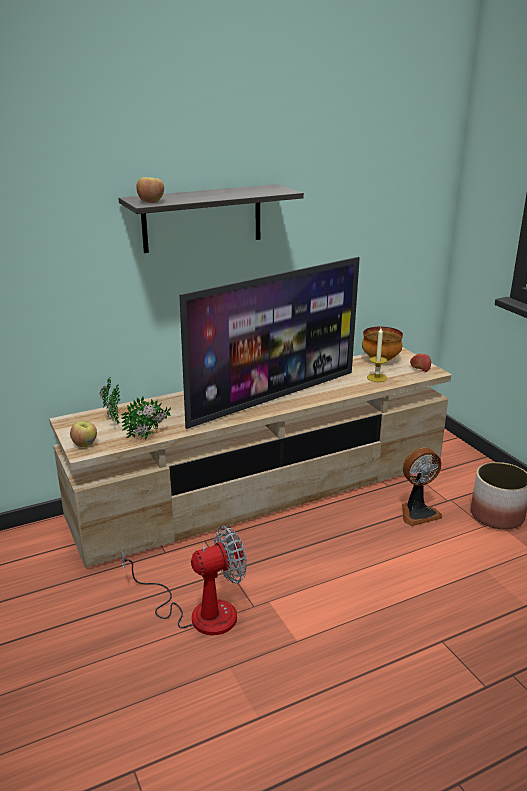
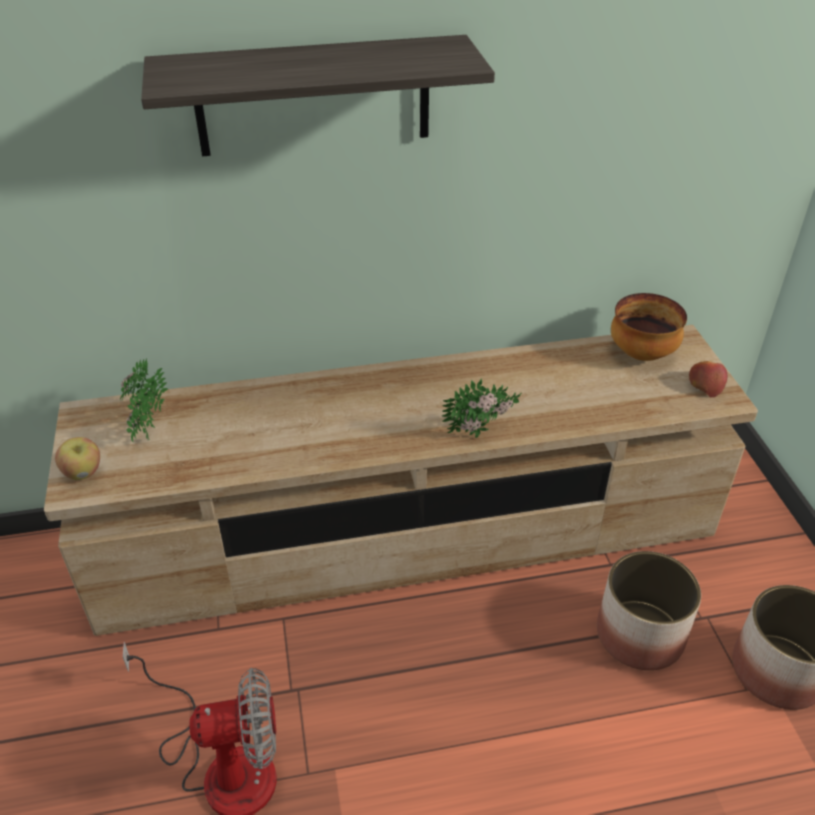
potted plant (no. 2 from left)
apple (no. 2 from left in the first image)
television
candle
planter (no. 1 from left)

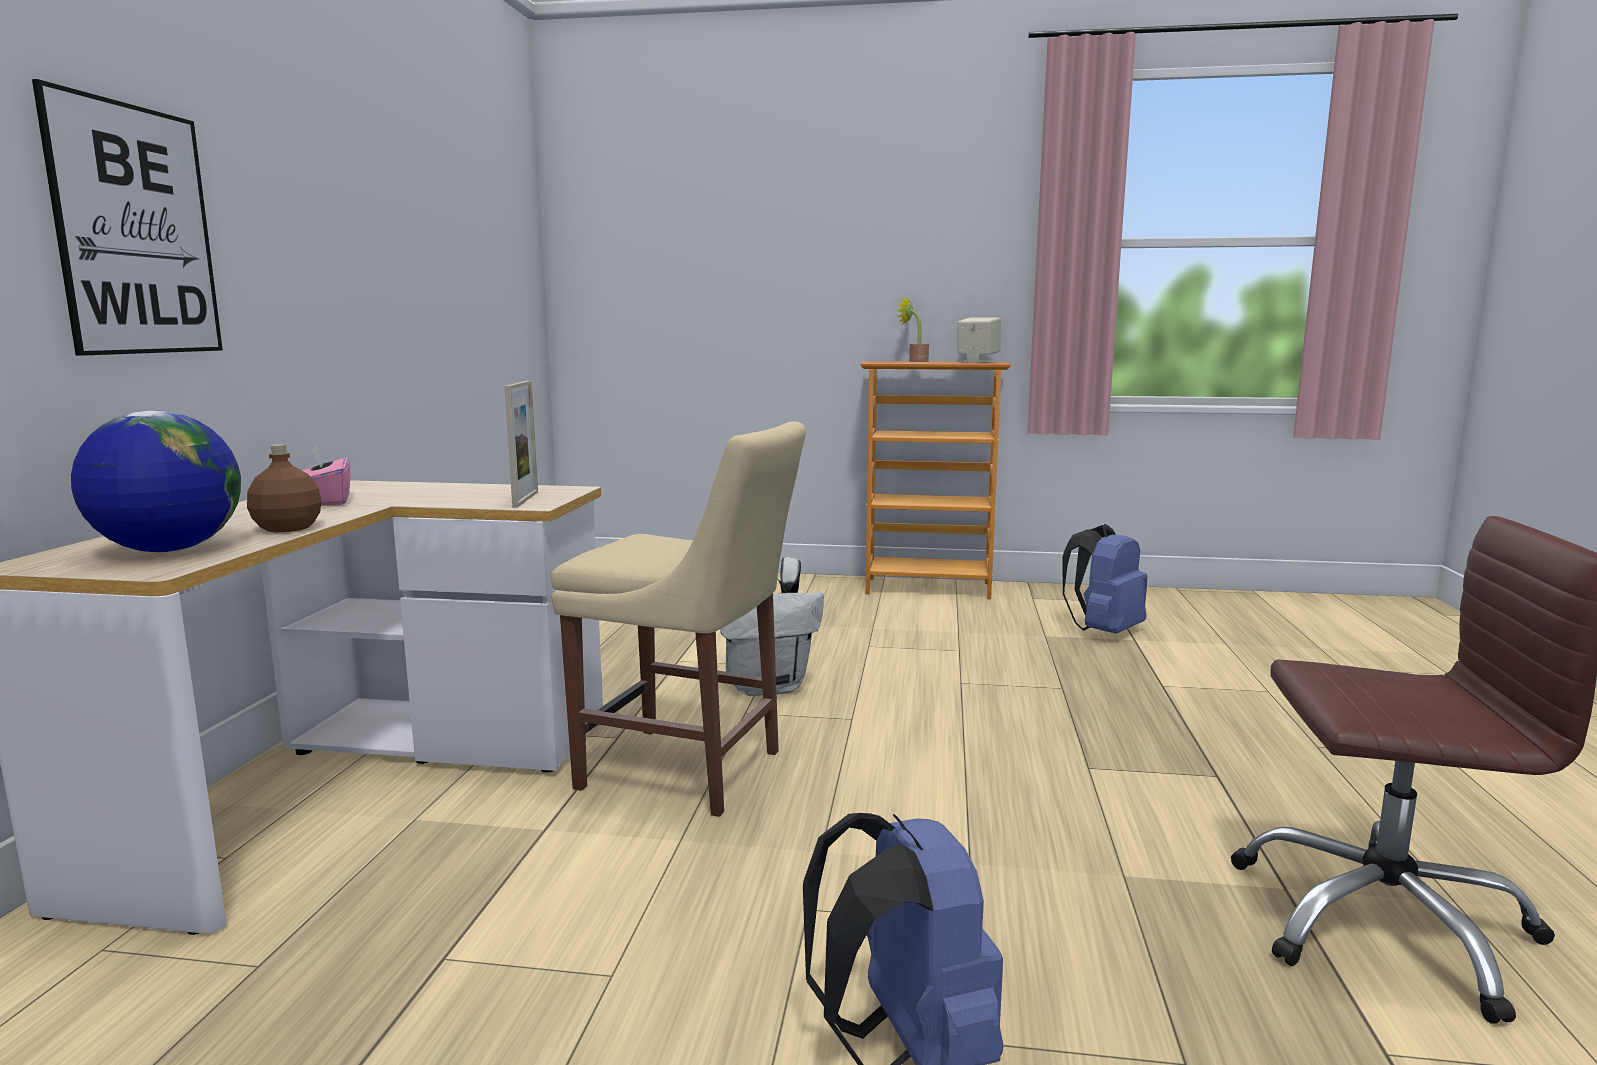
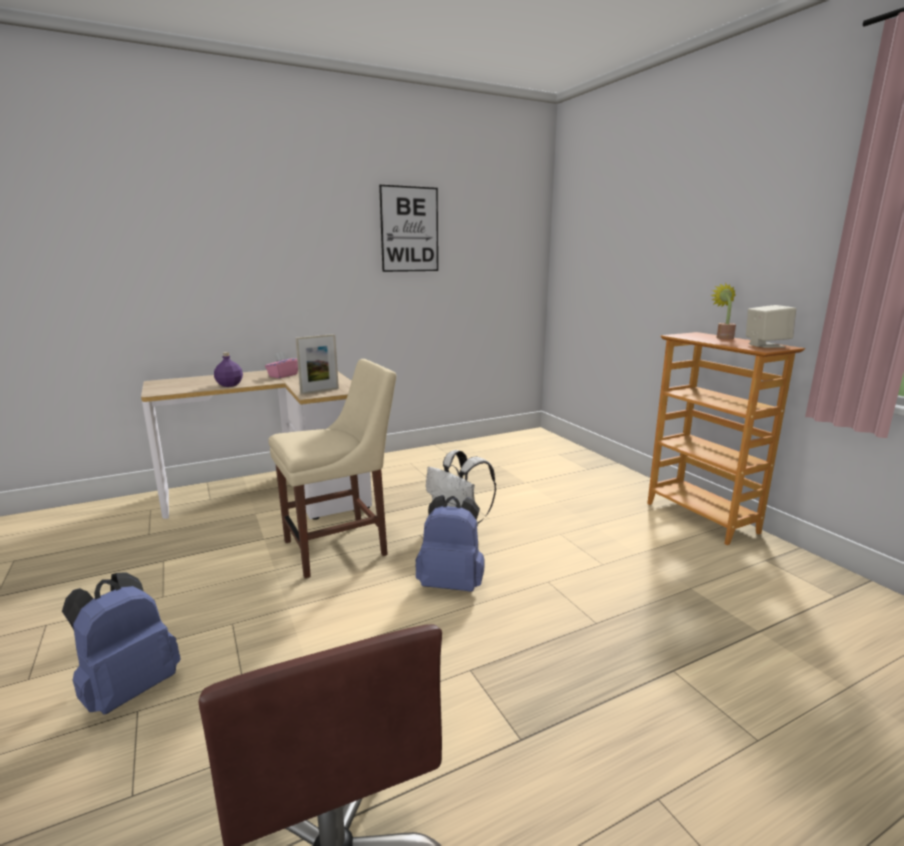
picture
globe
purple bottle
beige chair
blue backpack (no. 2 from left)

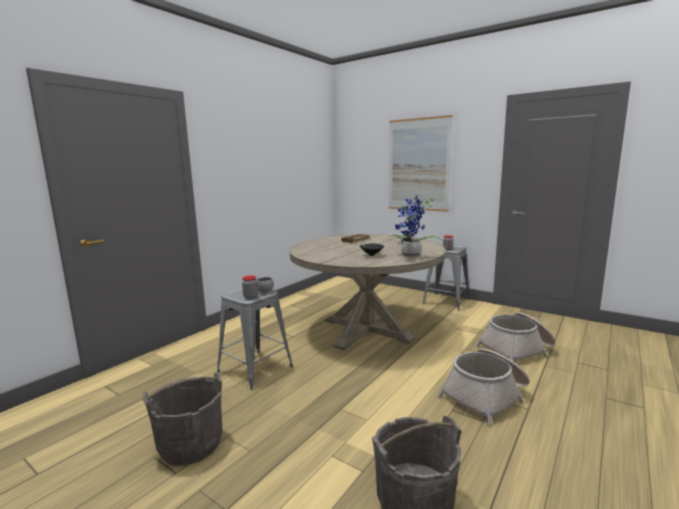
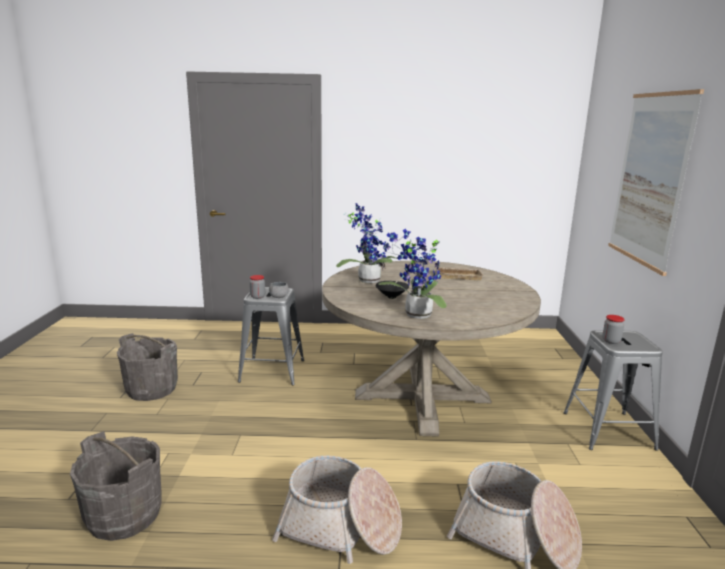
potted plant (no. 1 from left)

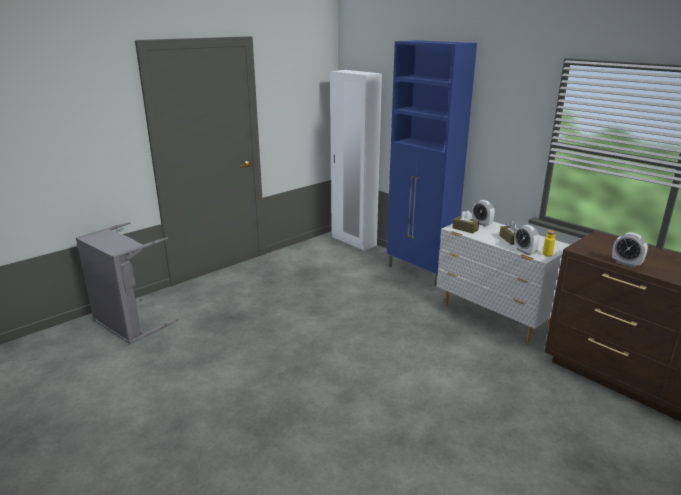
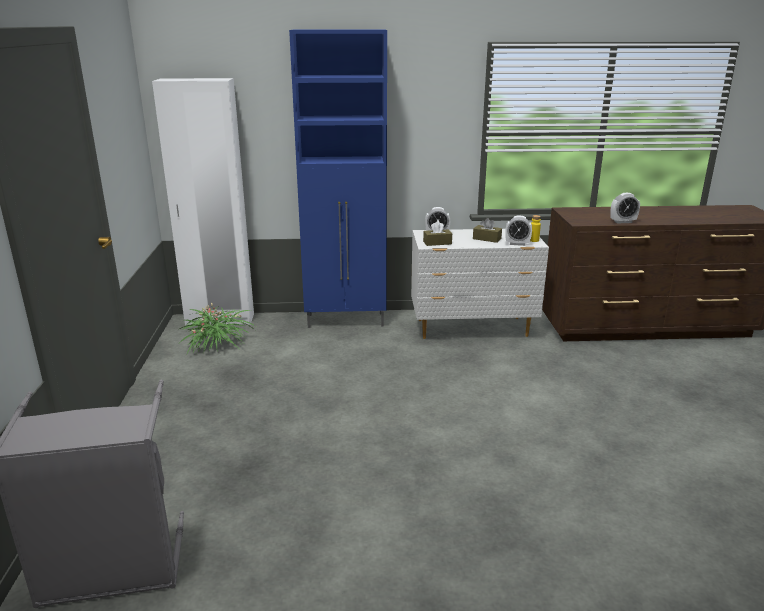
potted plant

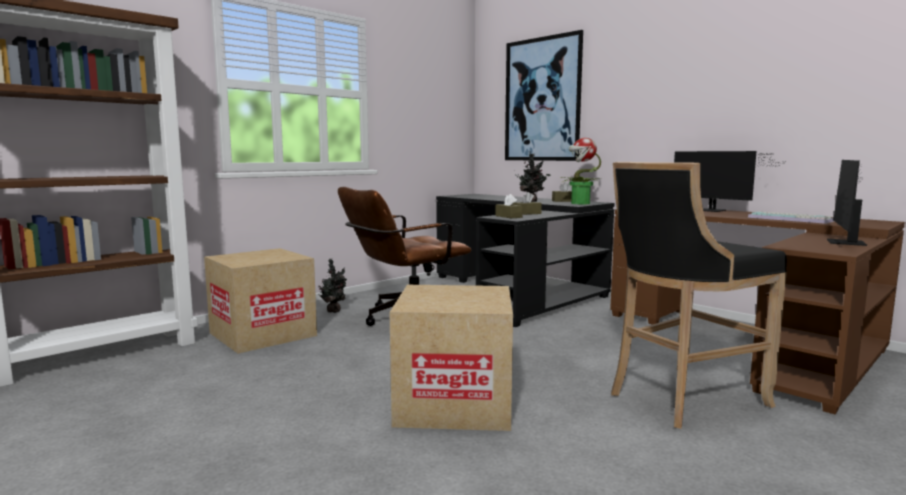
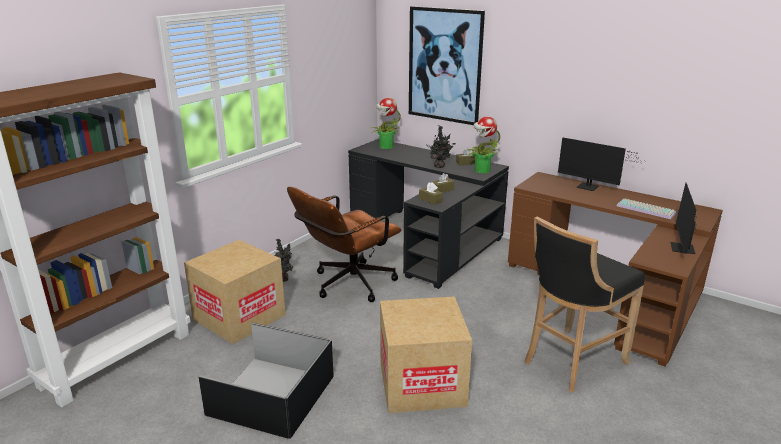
black storage box
potted plant (no. 2 from left)

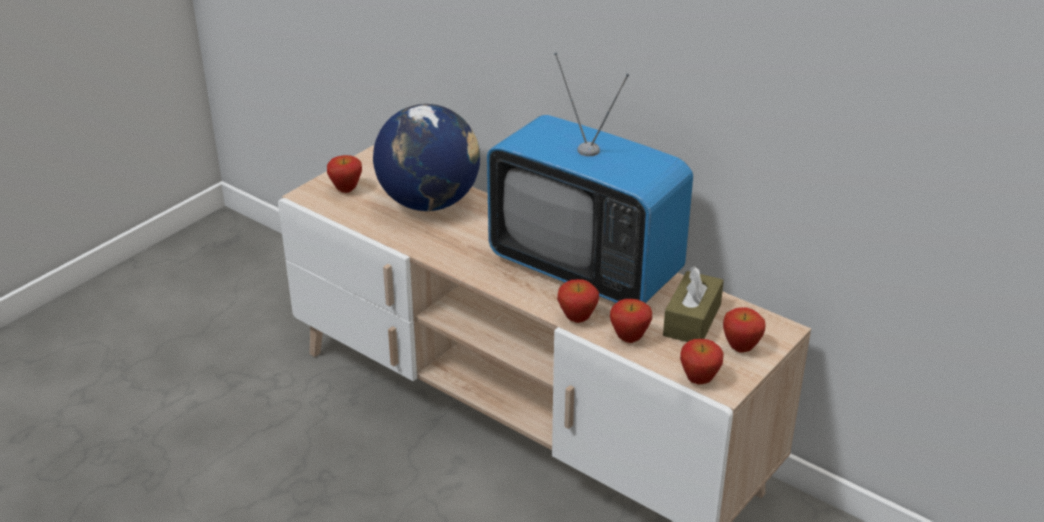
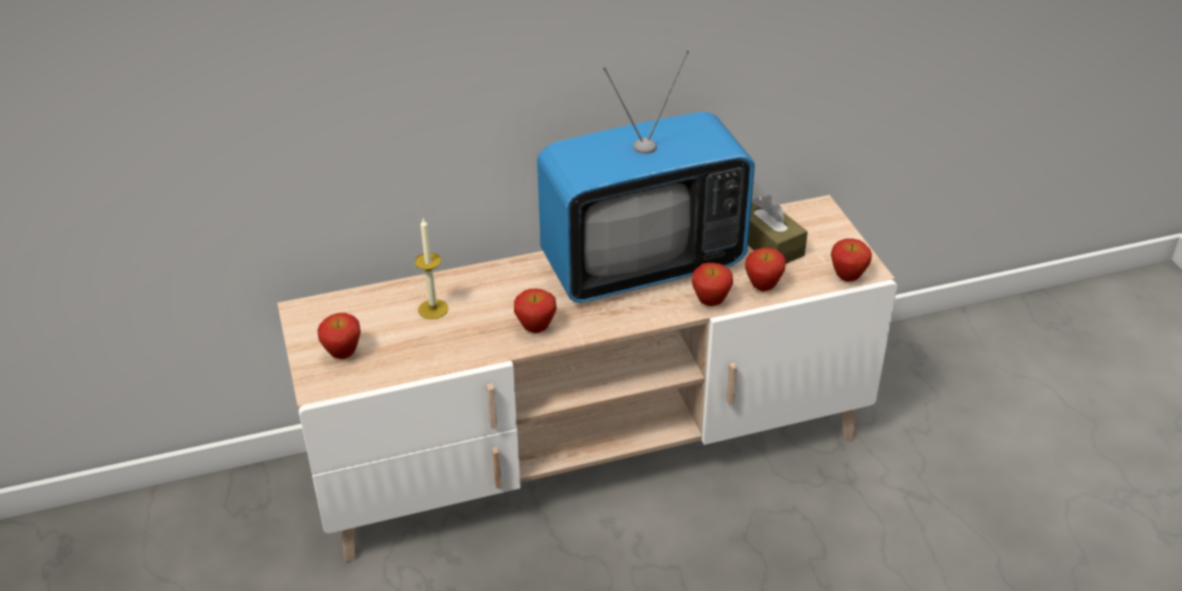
candle
apple (no. 2 from left)

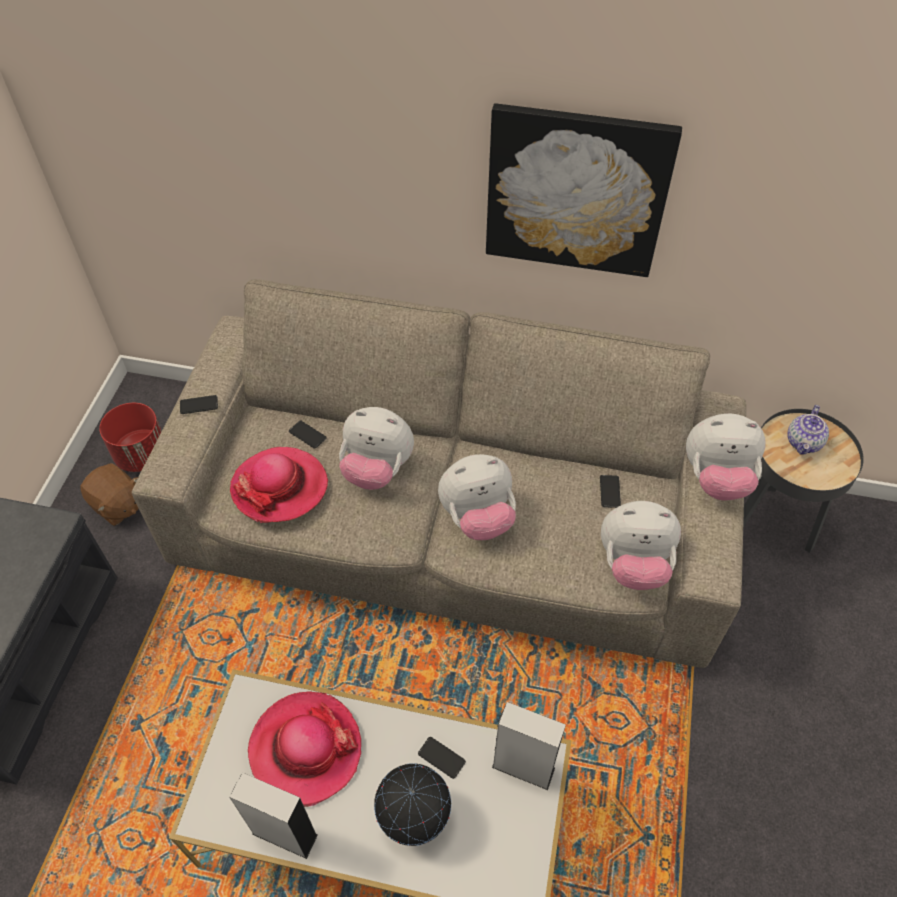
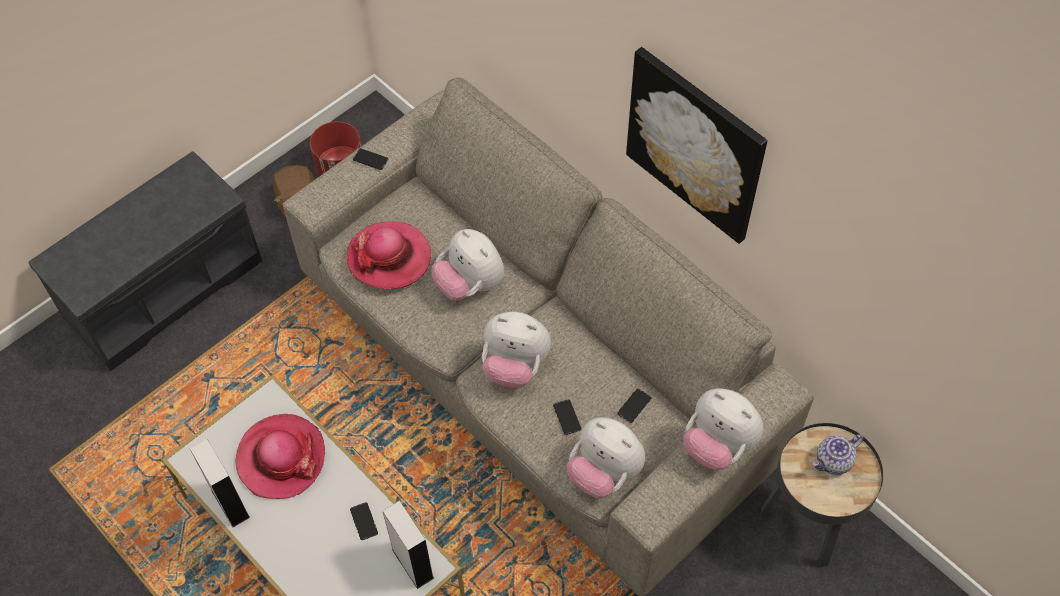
phone (no. 3 from left)
globe

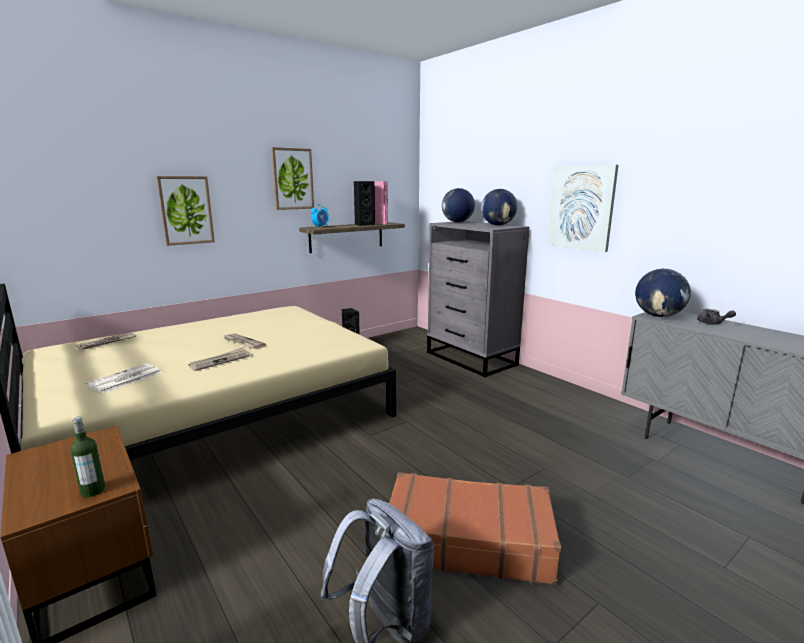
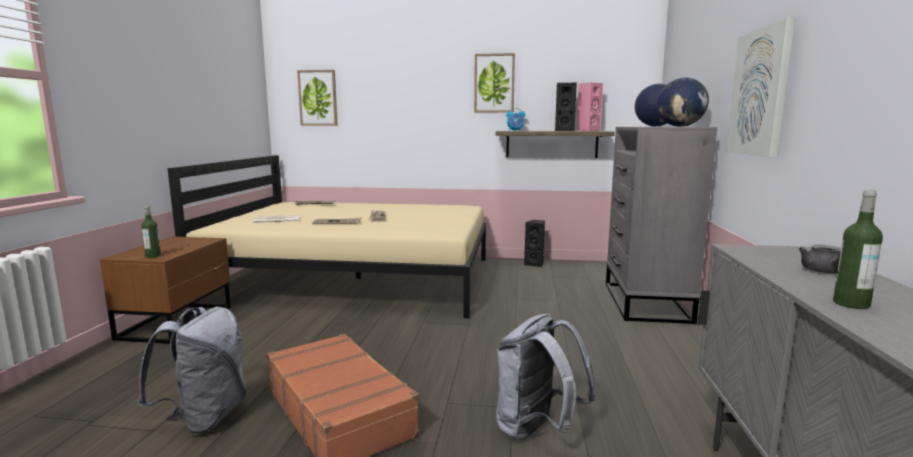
picture (no. 1 from left)
globe (no. 3 from left in the first image)
grey backpack (no. 2 from left)
bottle (no. 2 from left)

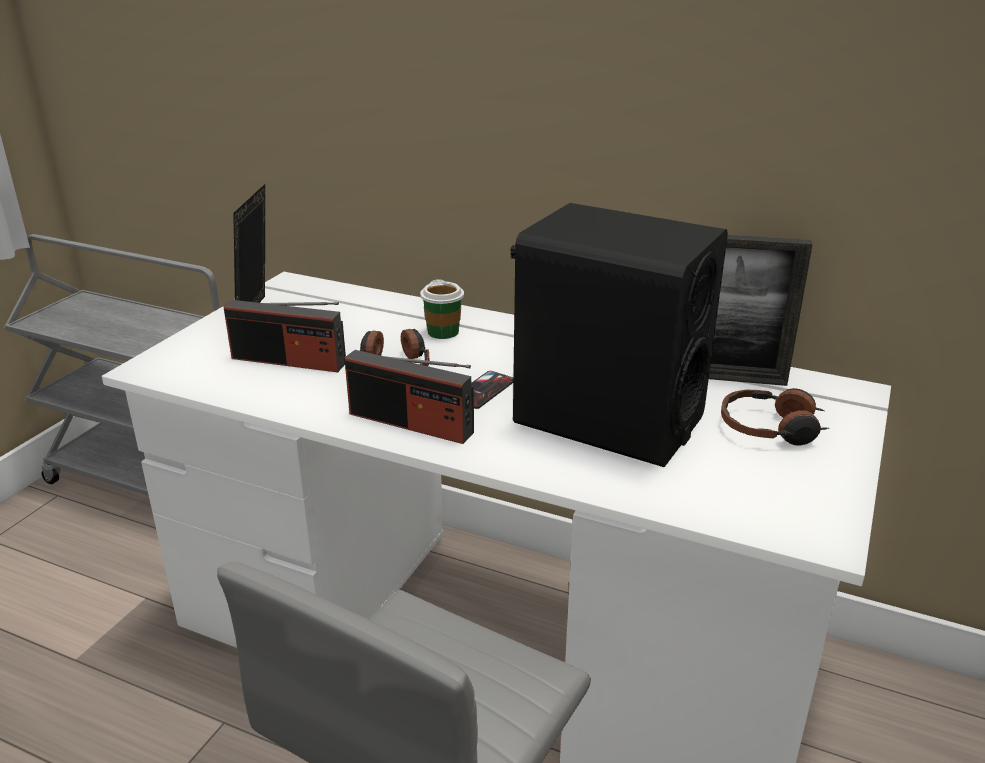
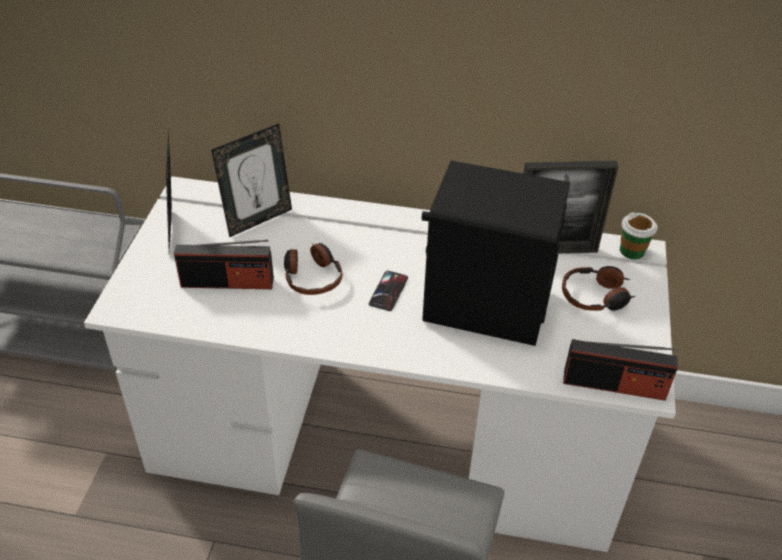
radio (no. 2 from left)
cup
picture frame (no. 2 from left)

